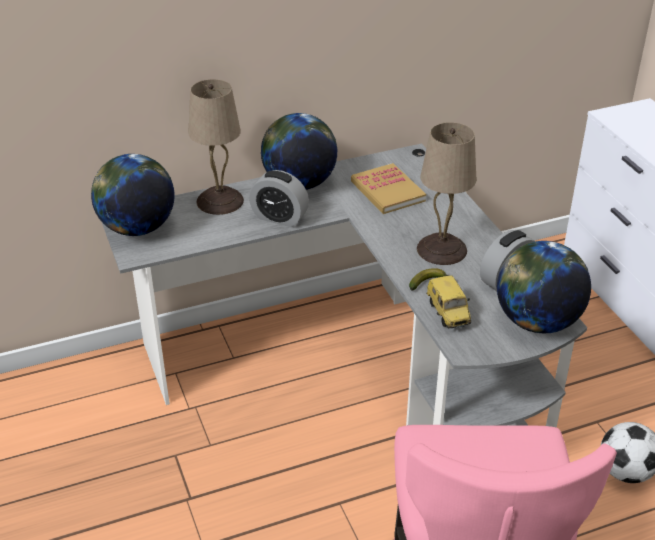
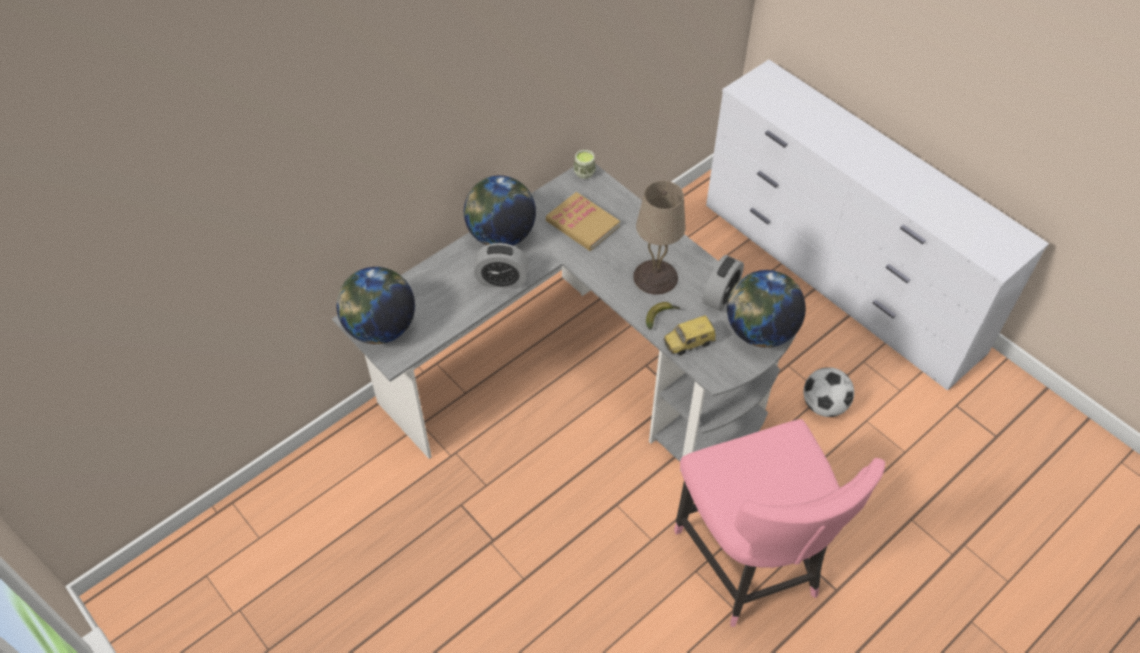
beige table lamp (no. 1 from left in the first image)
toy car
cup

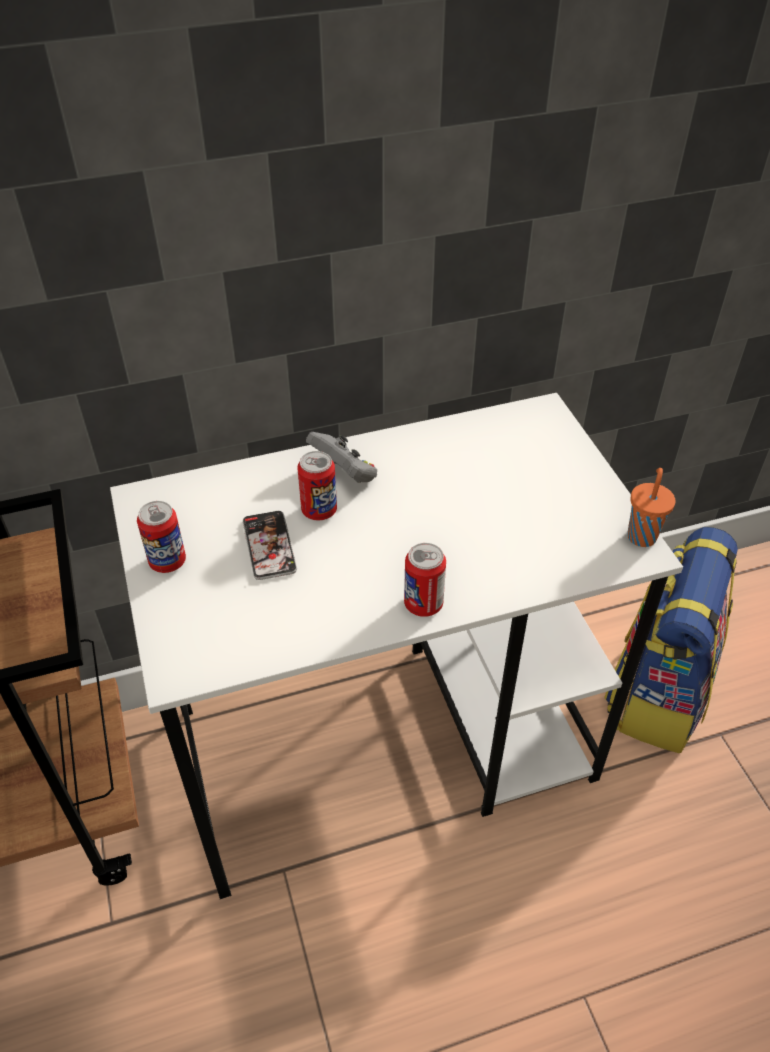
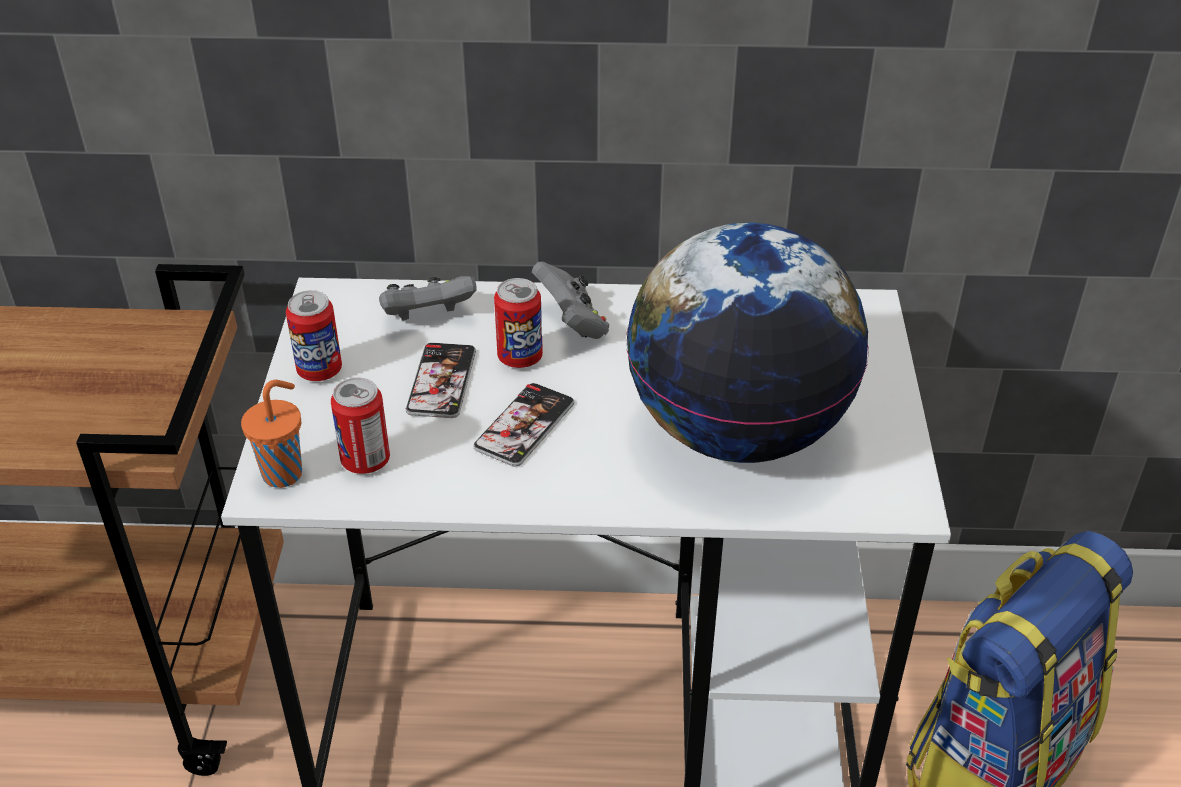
can (no. 2 from left)
orange cup
grey game controller (no. 1 from left)
phone (no. 2 from left)
globe

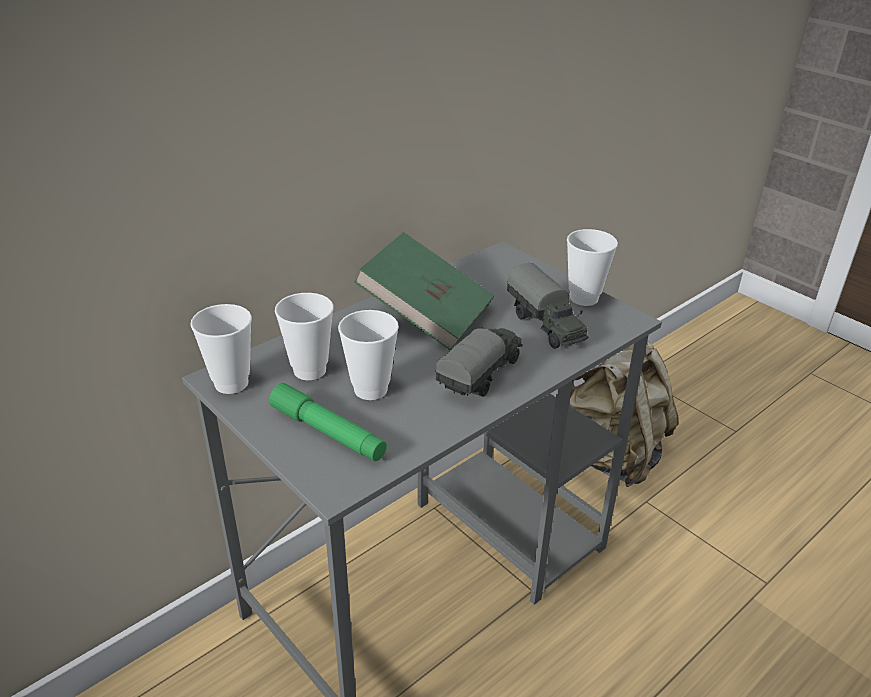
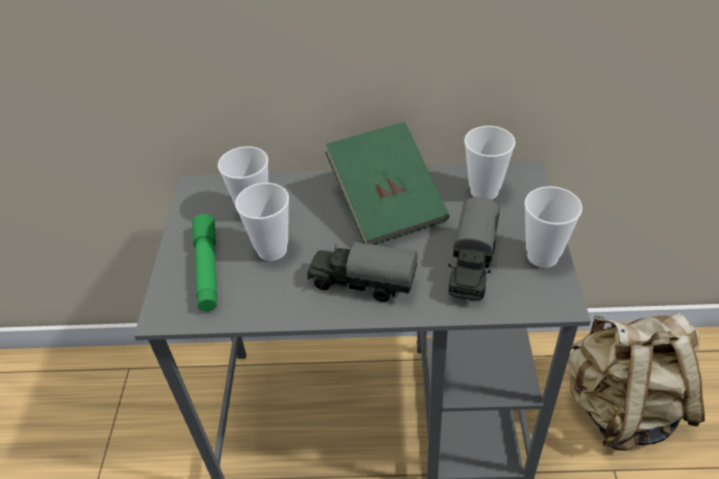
cup (no. 3 from left)
toy truck (no. 1 from left)

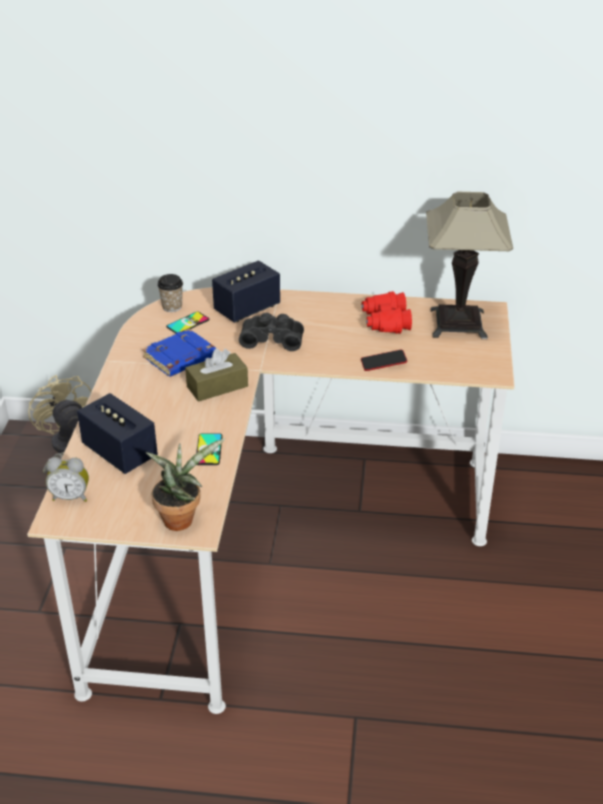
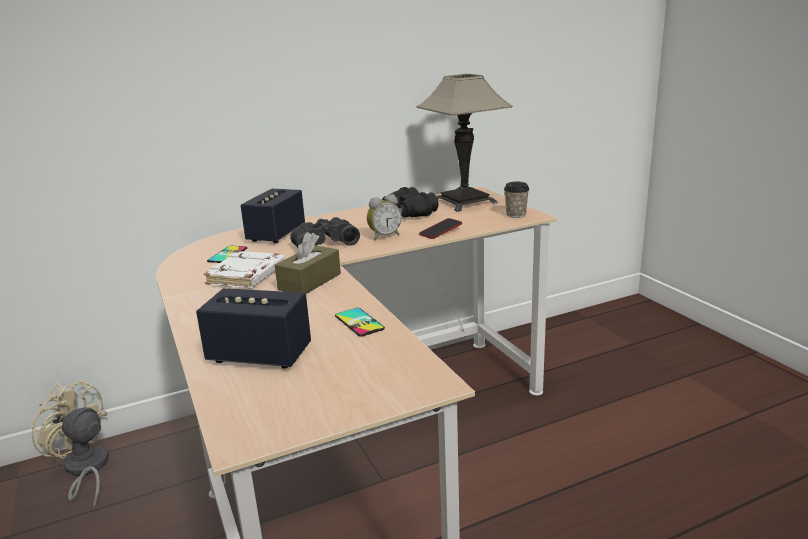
alarm clock
white book
potted plant
cup
black binoculars (no. 2 from left)

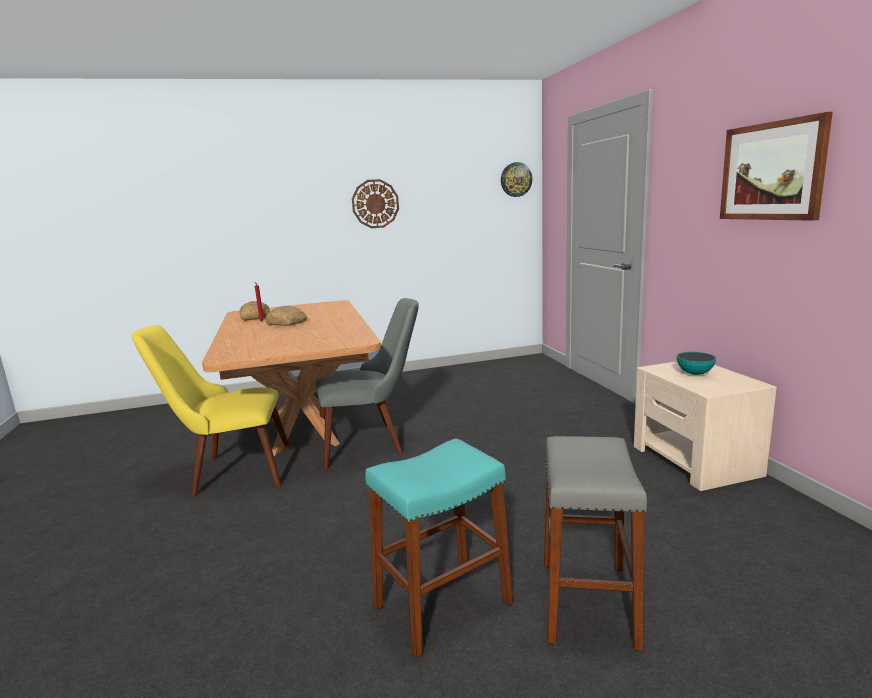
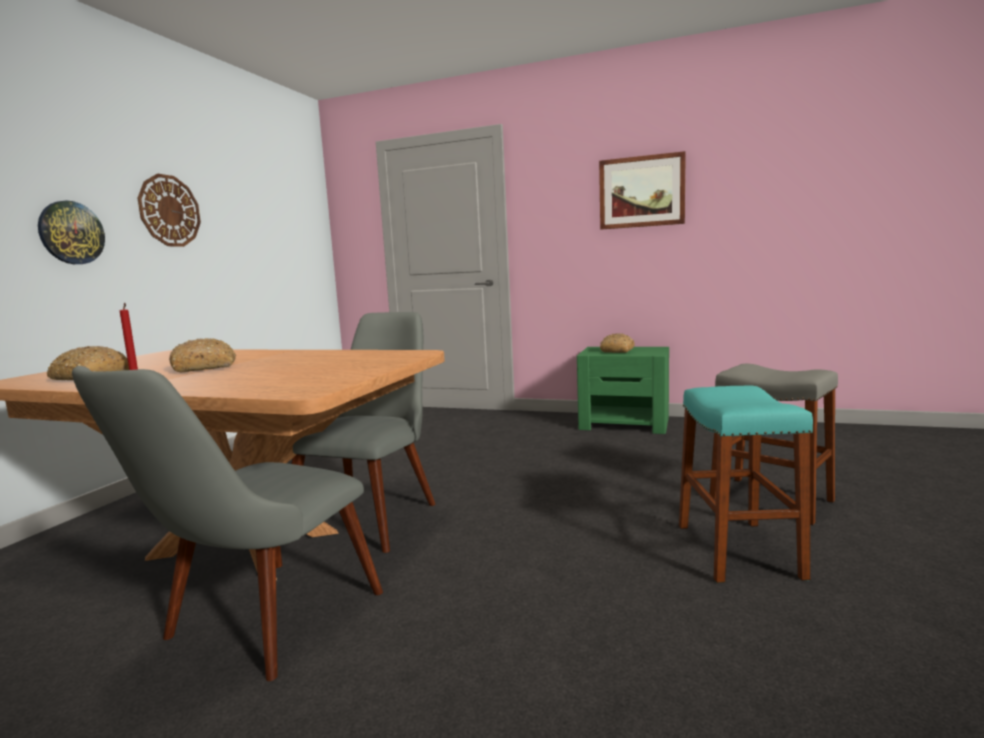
grey chair (no. 1 from left)
wall clock (no. 1 from left)
green nightstand
bread (no. 3 from left)

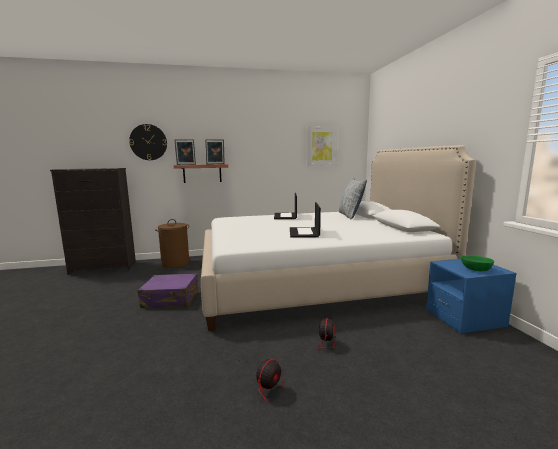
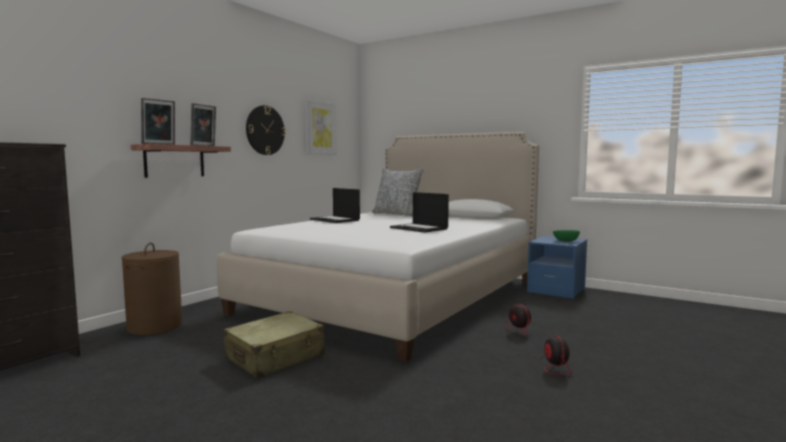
wall clock
beige suitcase

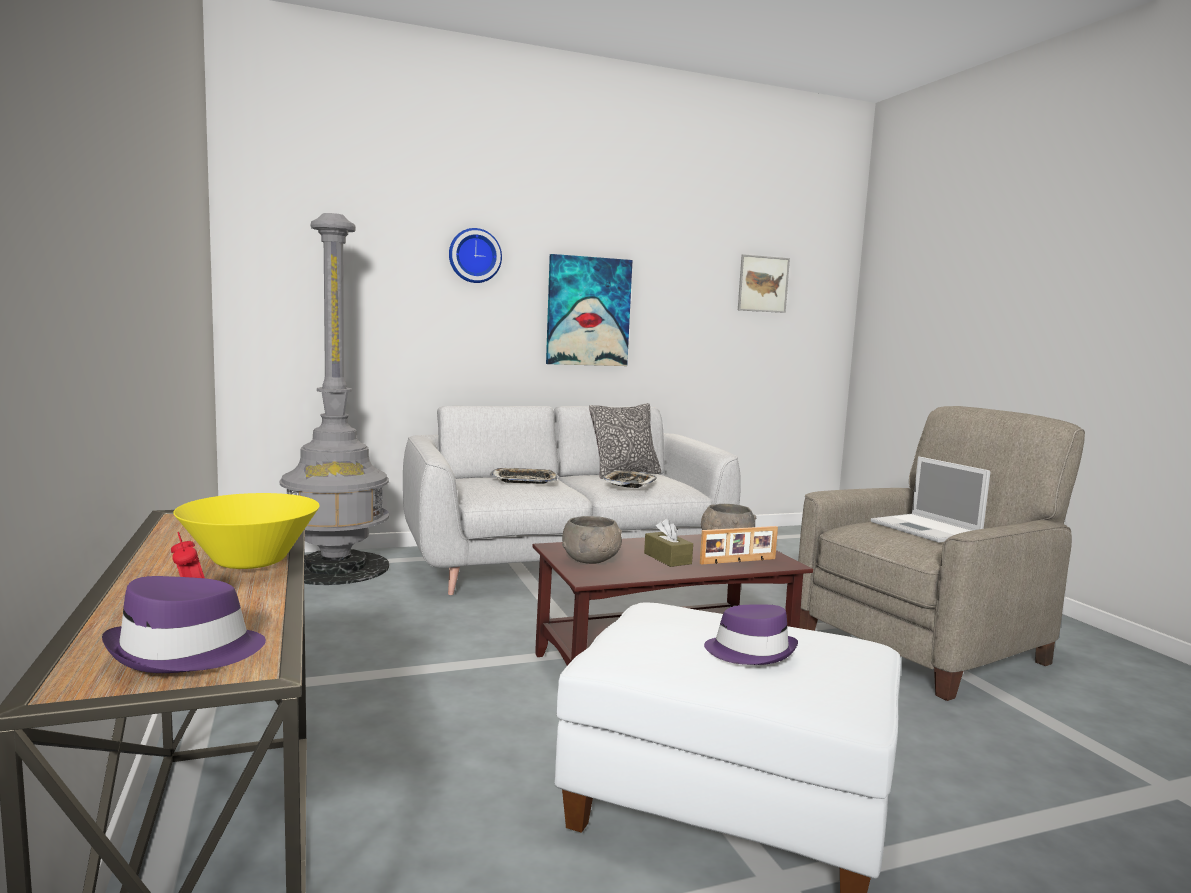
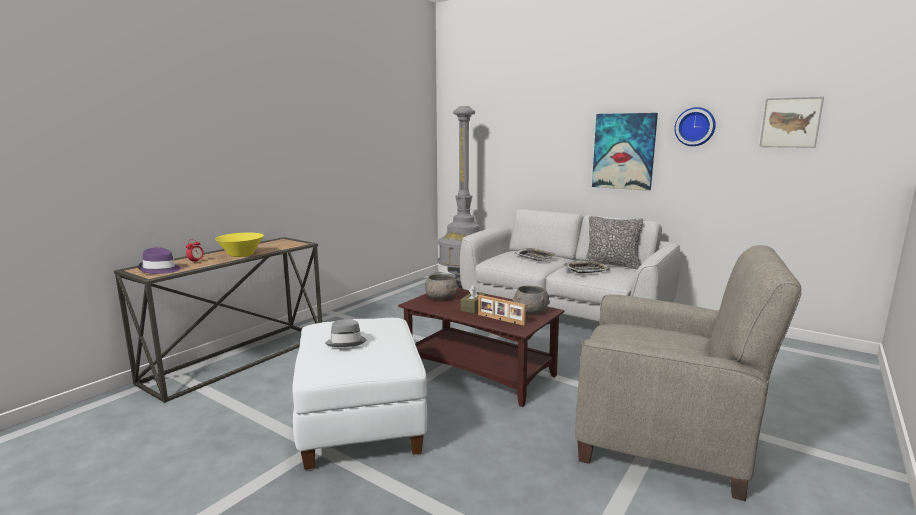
wall clock
grey hat
laptop

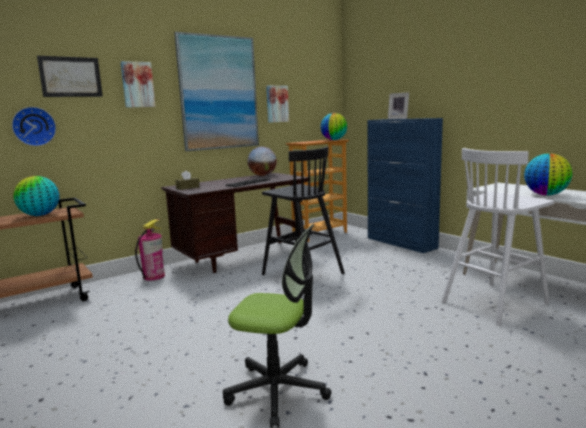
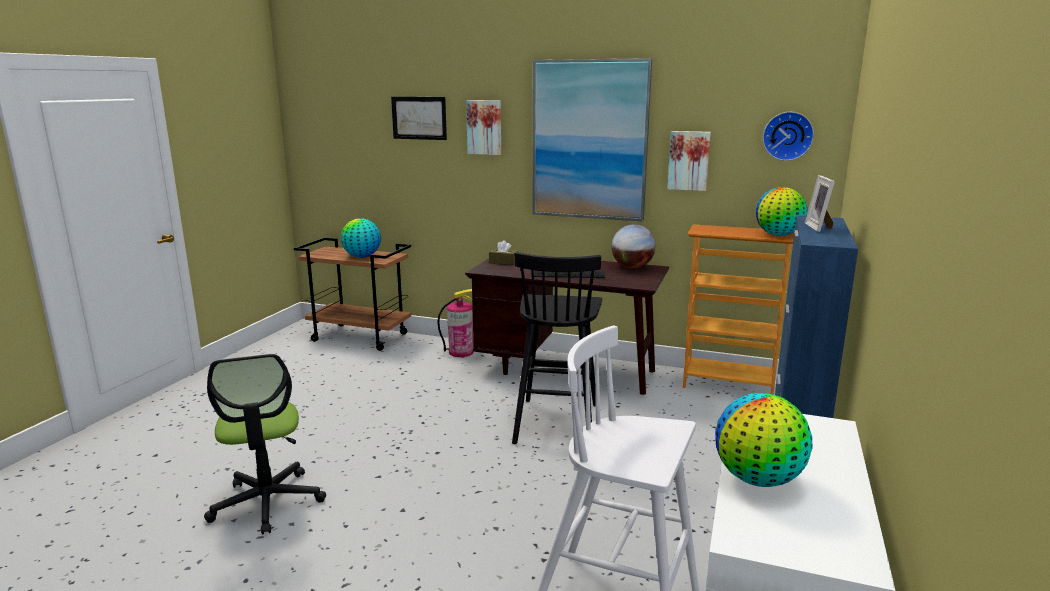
wall clock

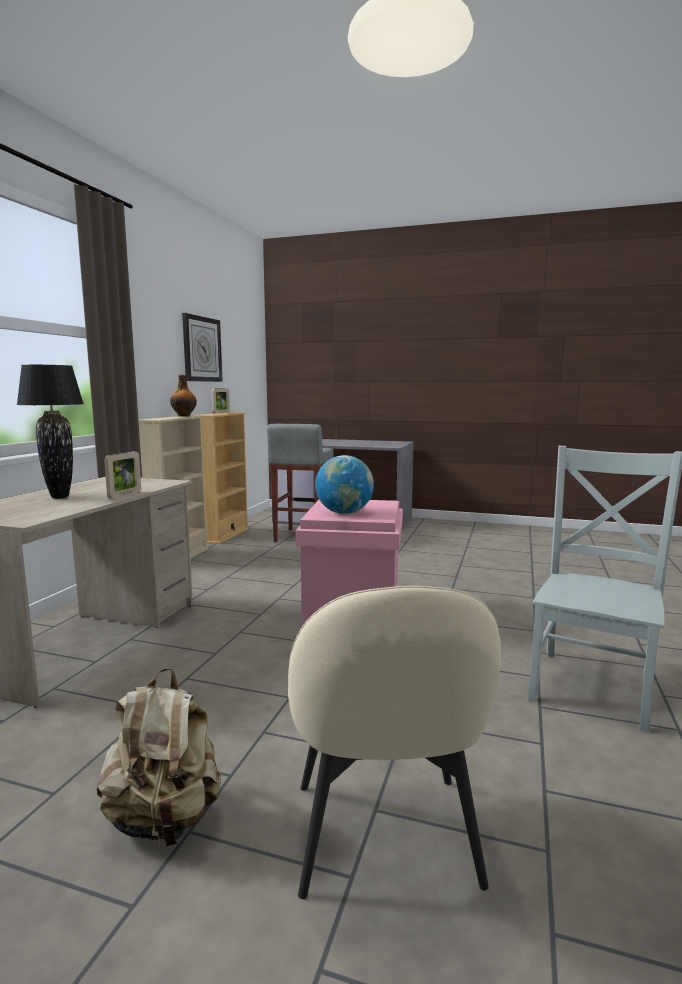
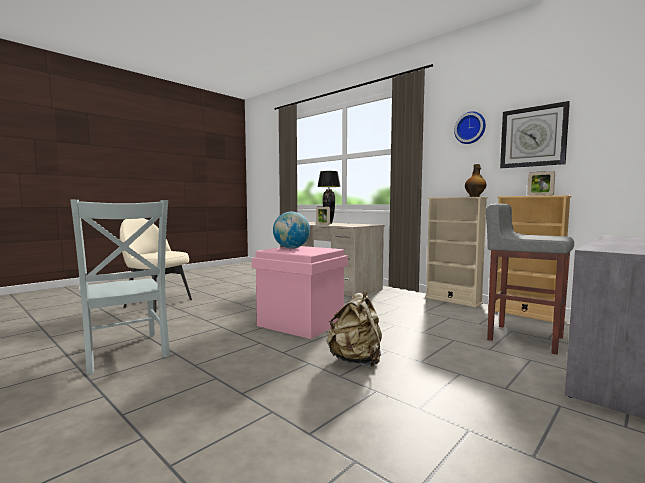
beige backpack
wall clock (no. 1 from left)

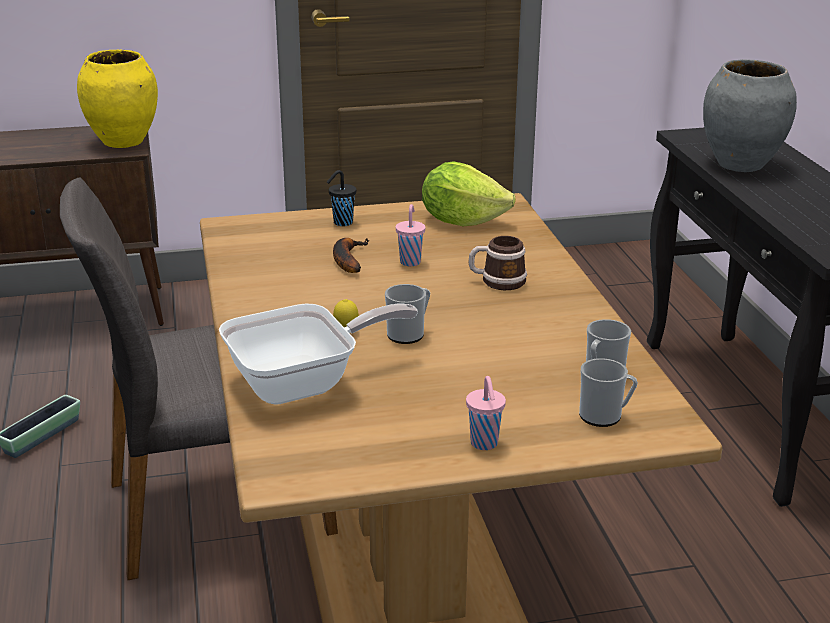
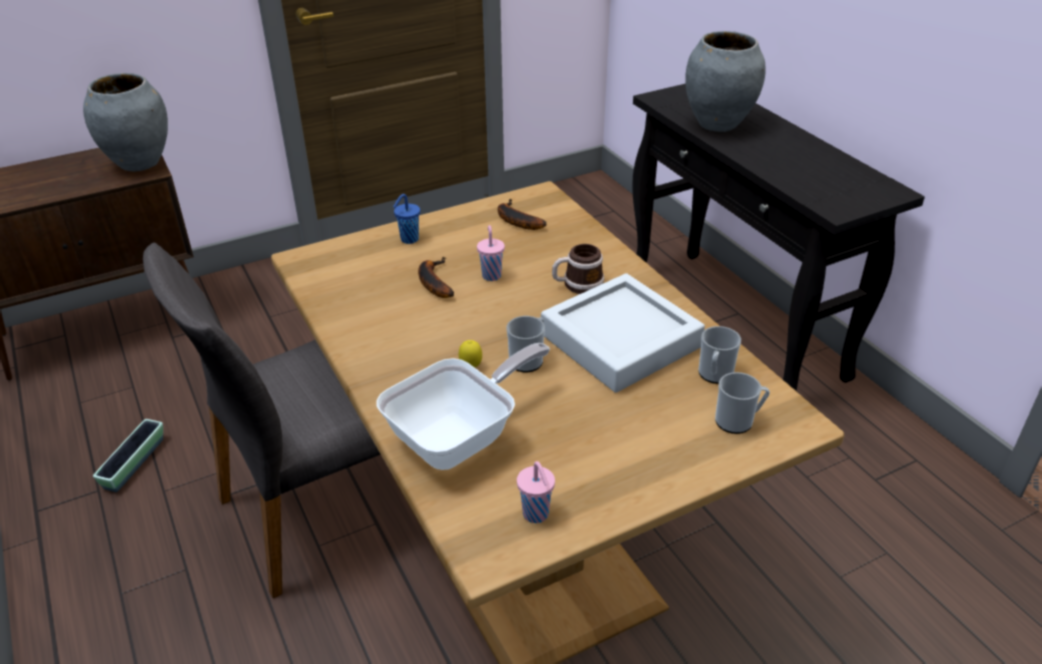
grey vase (no. 1 from left)
blue cup
banana (no. 2 from left)
pink cup (no. 2 from left)
grey tray

